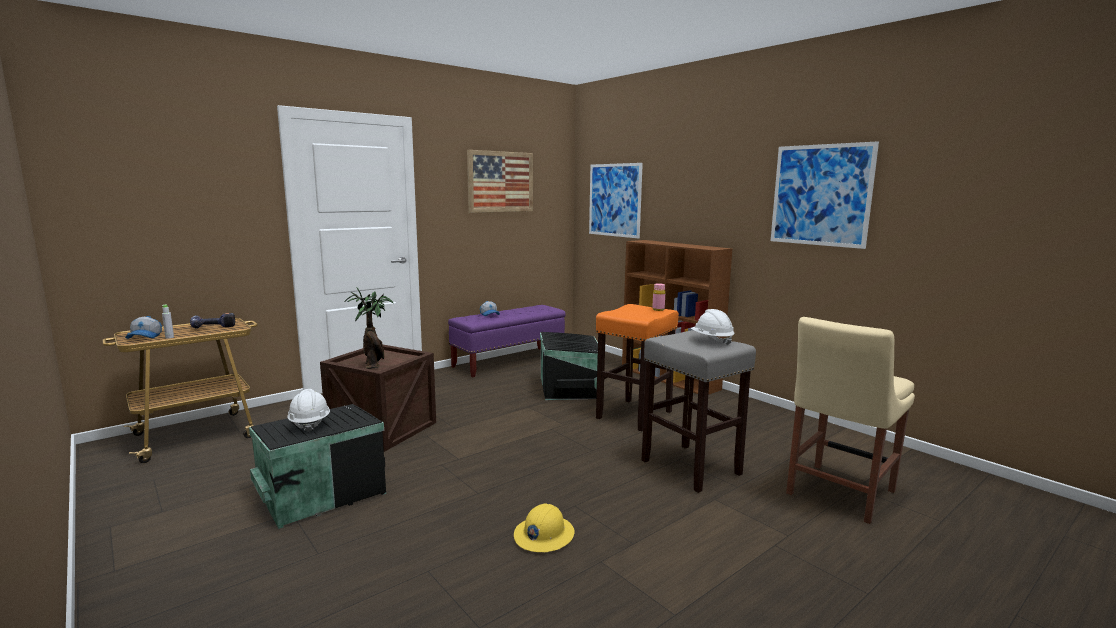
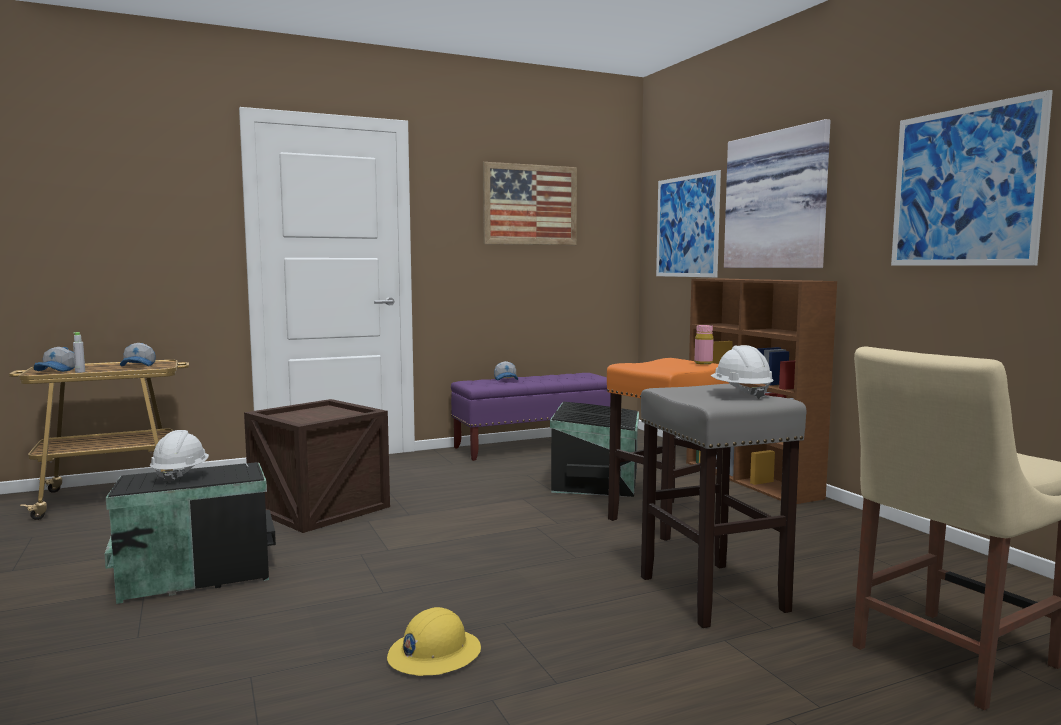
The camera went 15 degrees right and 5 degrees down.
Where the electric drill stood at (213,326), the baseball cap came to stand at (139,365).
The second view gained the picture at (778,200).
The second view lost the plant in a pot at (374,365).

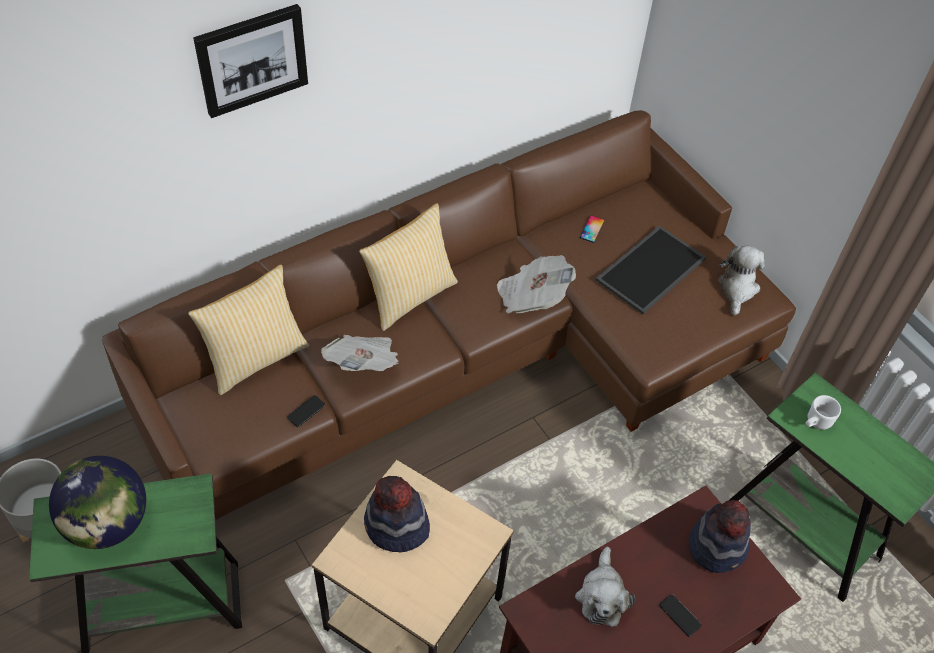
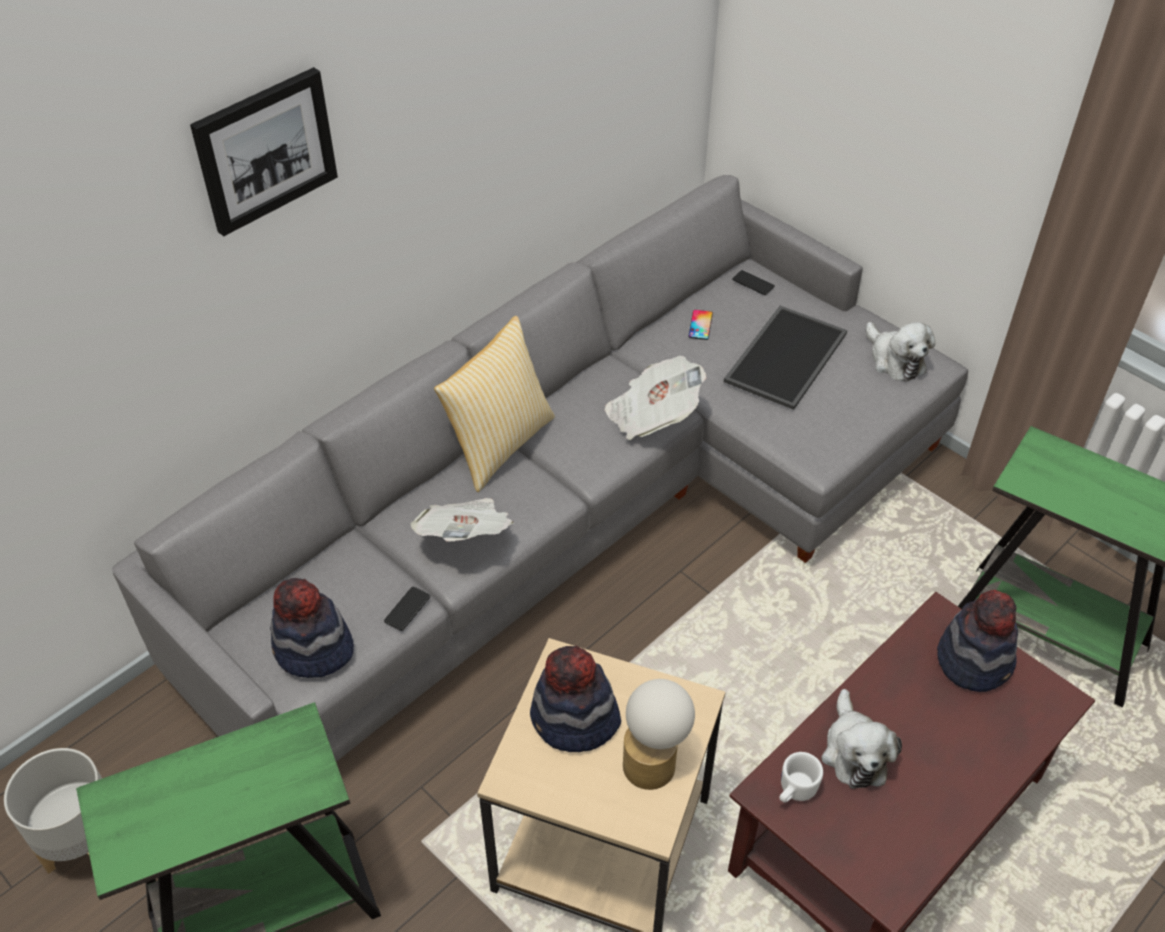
The camera went 10 degrees left and 5 degrees down.
What was the brown couch at (475,350) turned into the greyish couch at (585,506).
The second view gained the hat at (313,650).
The second view gained the table lamp at (655,761).
The telephone ended up elsewhere, having gone from (680,615) to (753,283).
The whitish coffee mug ended up elsewhere, having gone from (815,422) to (794,791).
The plush toy at (737,289) ended up facing another way, 150 degrees clockwise from before.
The second view lost the globe at (108,523).
The second view lost the throw pillow at (255,358).

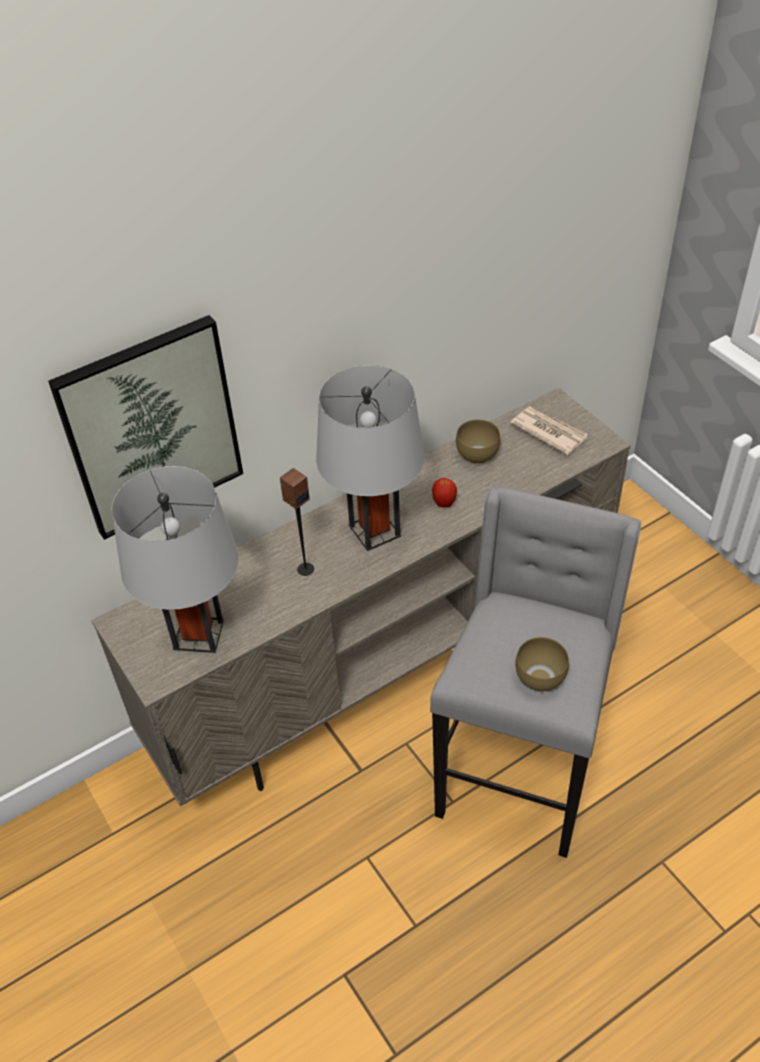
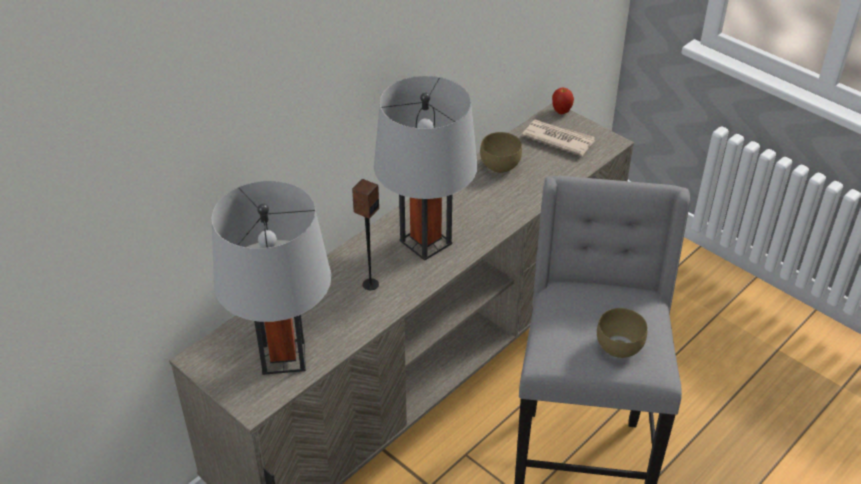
The camera went 15 degrees left and 5 degrees down.
The apple fruit ended up elsewhere, having gone from (444,503) to (561,112).
The second view lost the picture at (151,427).

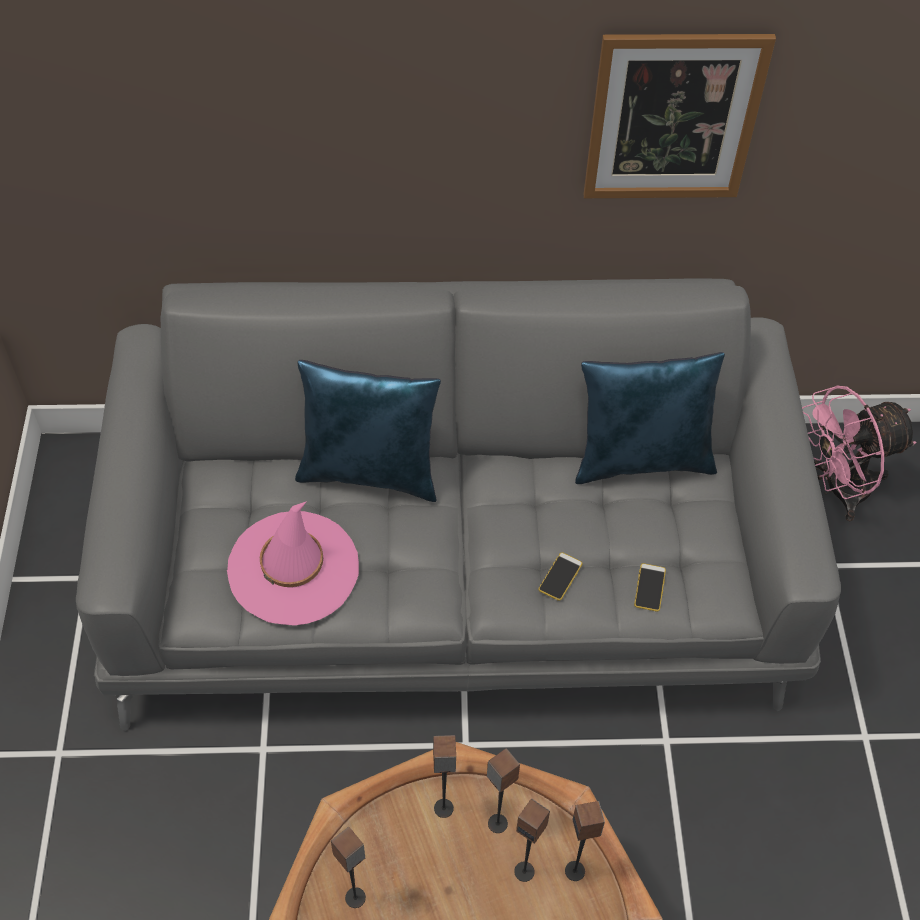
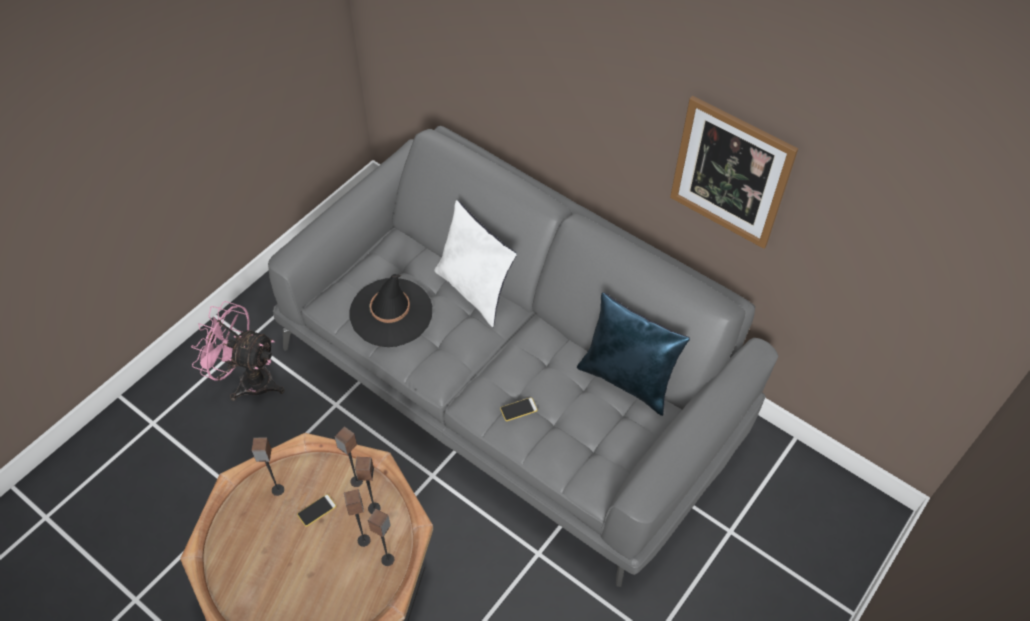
The camera went 40 degrees right and 0 degrees up.
The pink-coloured electric fan ended up elsewhere, having gone from (837,490) to (248,380).
The telephone ended up elsewhere, having gone from (649,587) to (316,510).
What was the pink-coloured hat at (293,568) turned into the black hat at (391,313).
What was the blue-coloured throw pillow at (371,472) turned into the whitish throw pillow at (476,290).

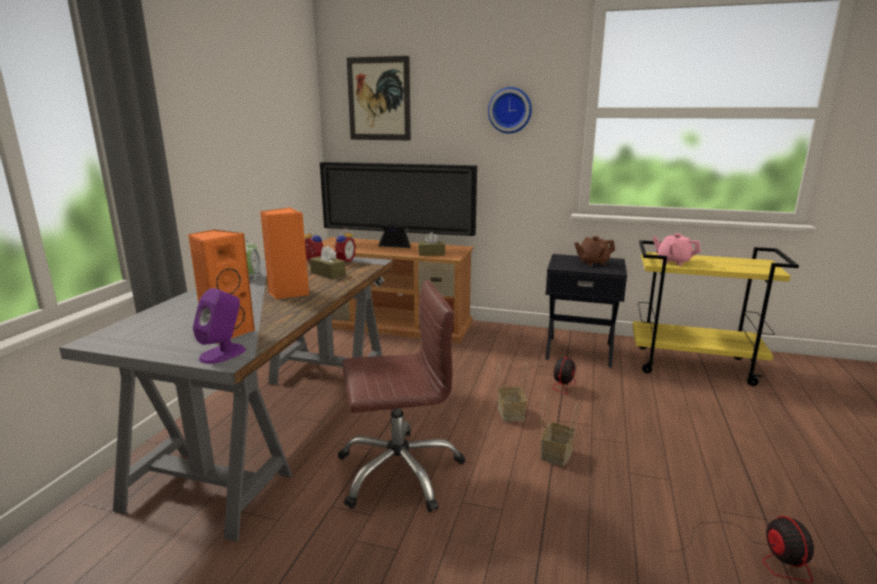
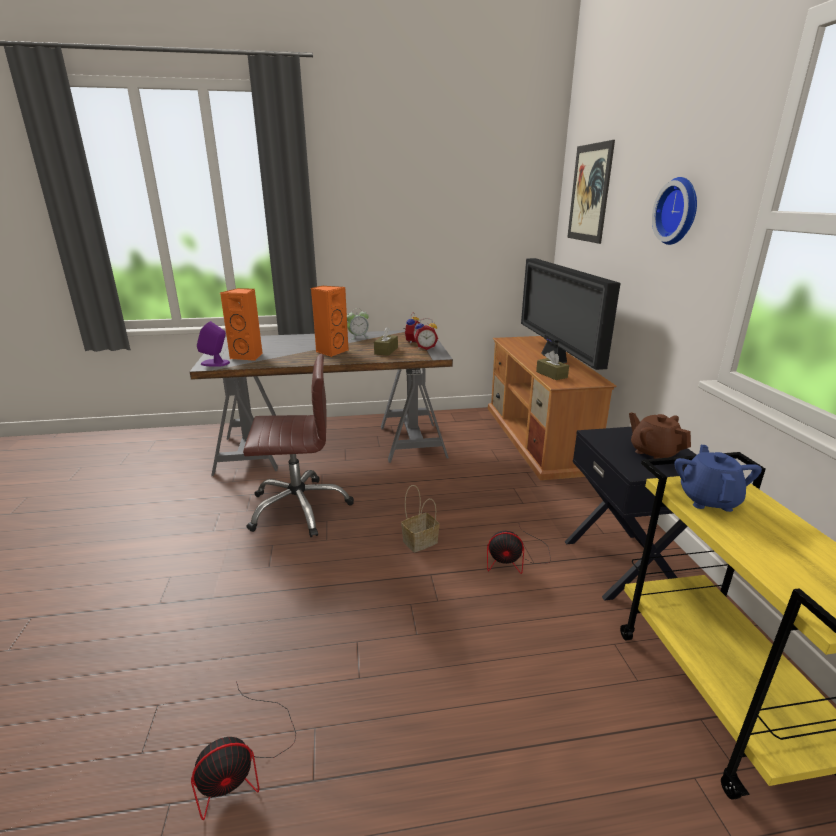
The camera went 65 degrees right and 5 degrees up.
The brown computer chair at (399,471) ended up facing another way, 60 degrees counterclockwise from before.
What was the pink-coloured teapot at (673,261) turned into the blue-coloured teapot at (708,500).
The second view lost the storage basket at (556,453).

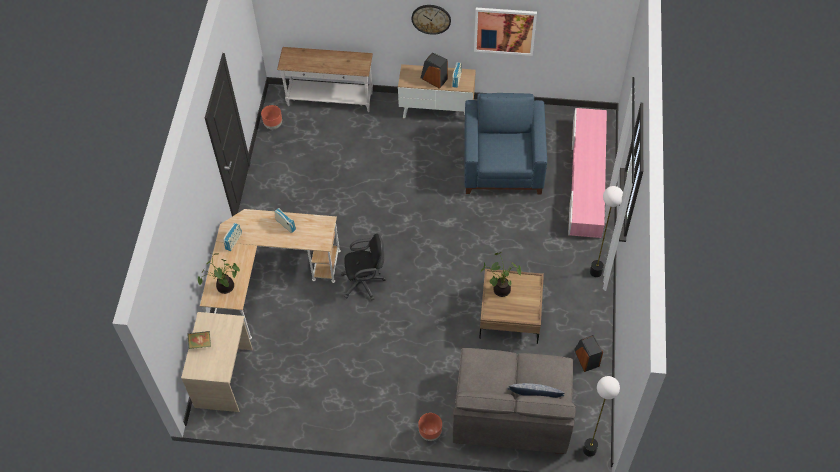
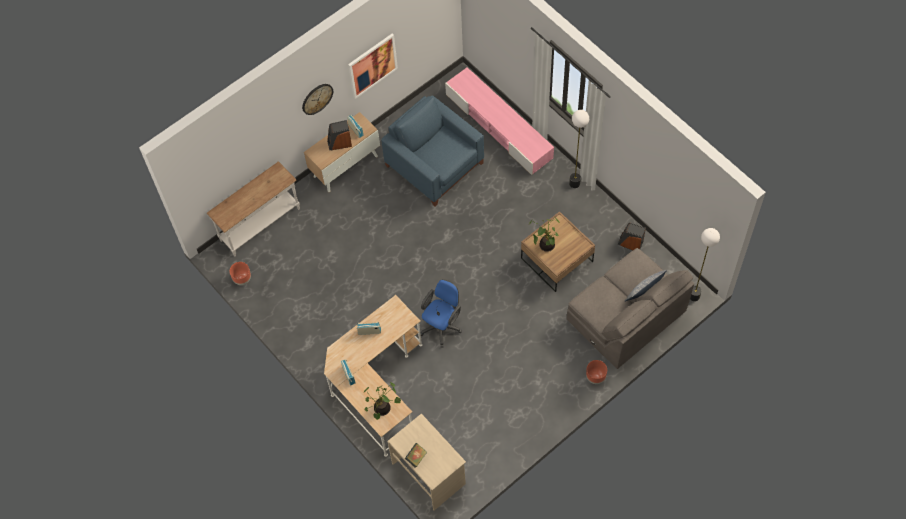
The camera went 45 degrees left and 5 degrees up.
What was the black computer chair at (365,282) turned into the blue-coloured computer chair at (442,325).

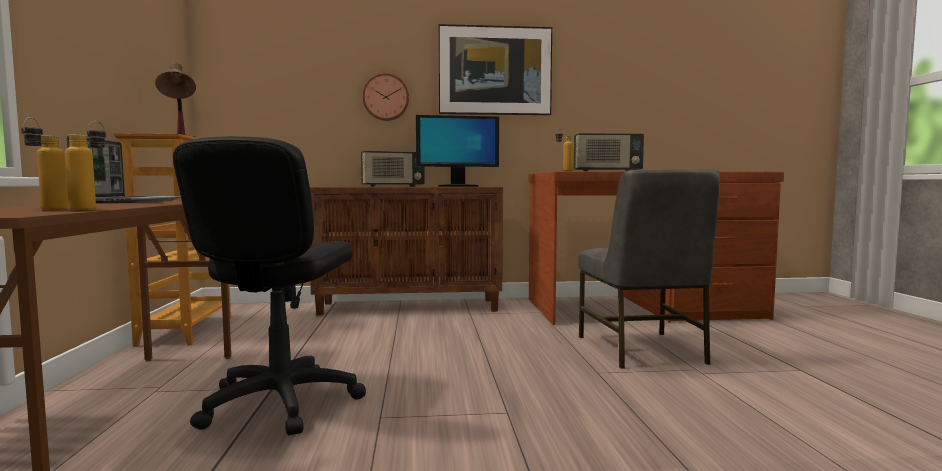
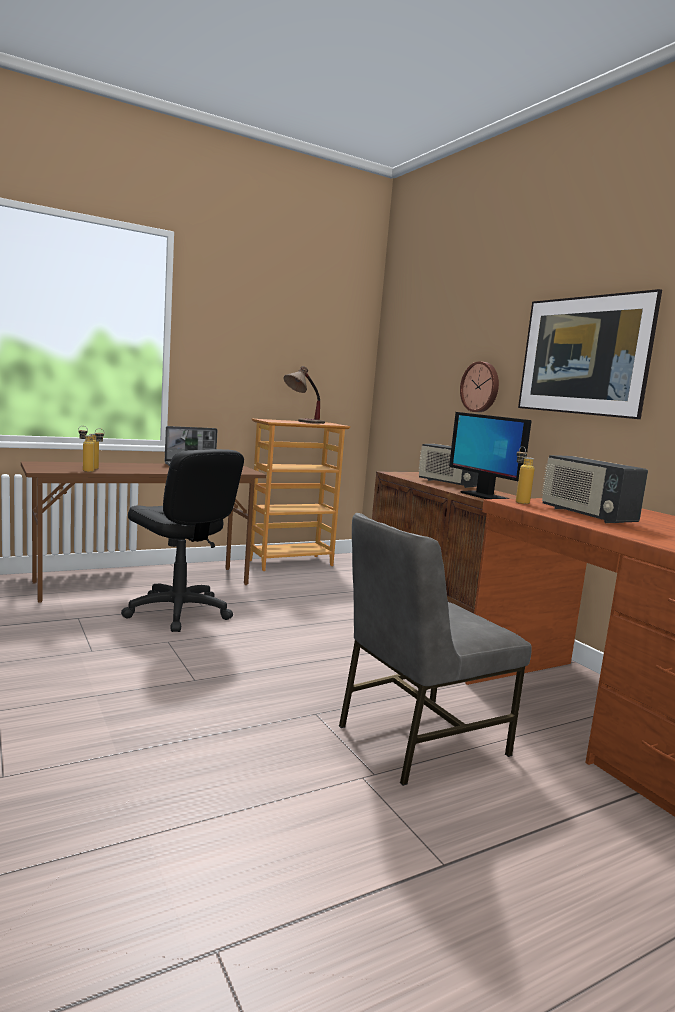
The camera went 65 degrees right and 5 degrees up.
The black computer chair at (280,403) ended up facing another way, 120 degrees counterclockwise from before.

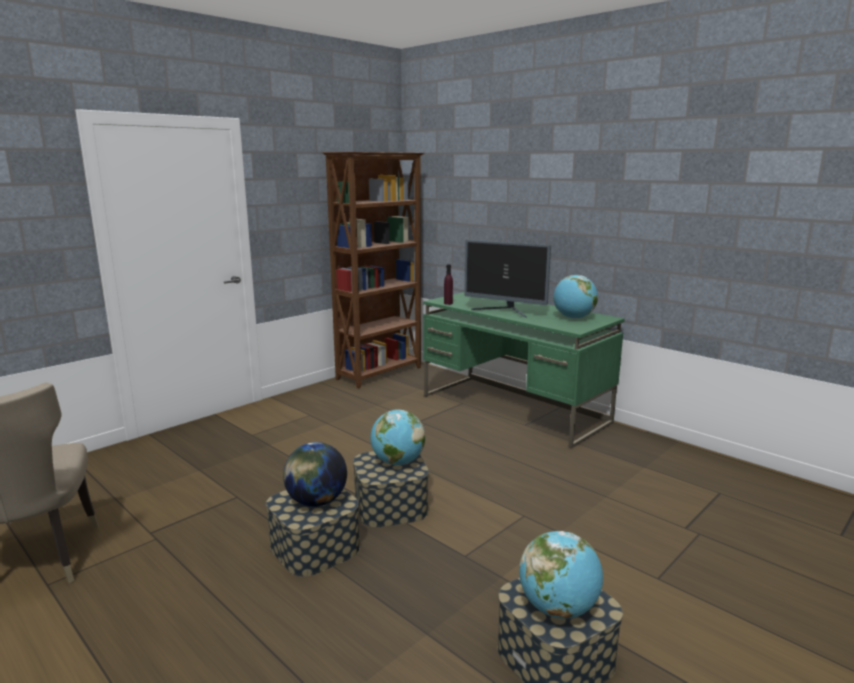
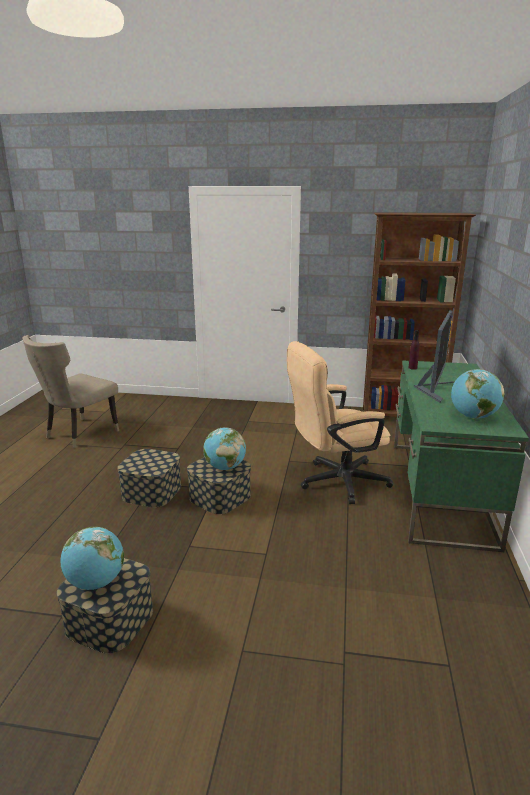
The camera went 55 degrees right and 5 degrees up.
The second view gained the sand-coloured computer chair at (335,482).
The computer screen at (505,311) ended up facing another way, 150 degrees counterclockwise from before.
The second view lost the globe at (316,502).

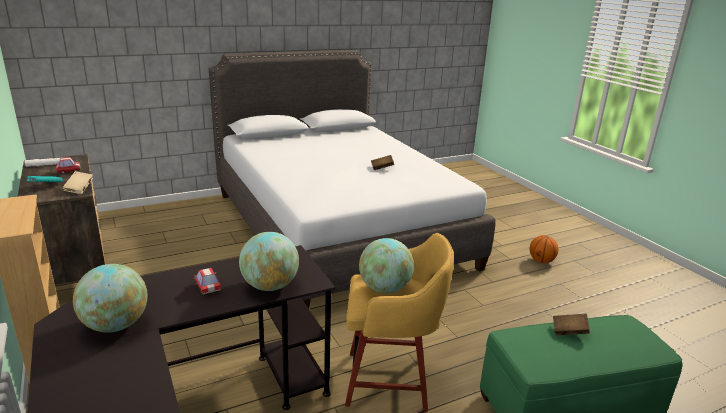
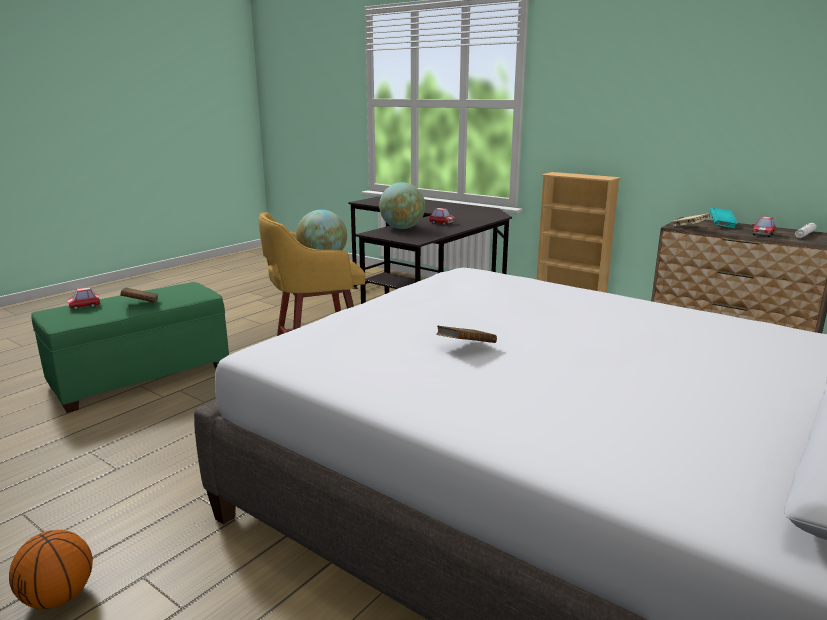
The camera went 155 degrees right and 5 degrees down.
The second view gained the model car at (84,306).
The second view lost the globe at (115,325).

